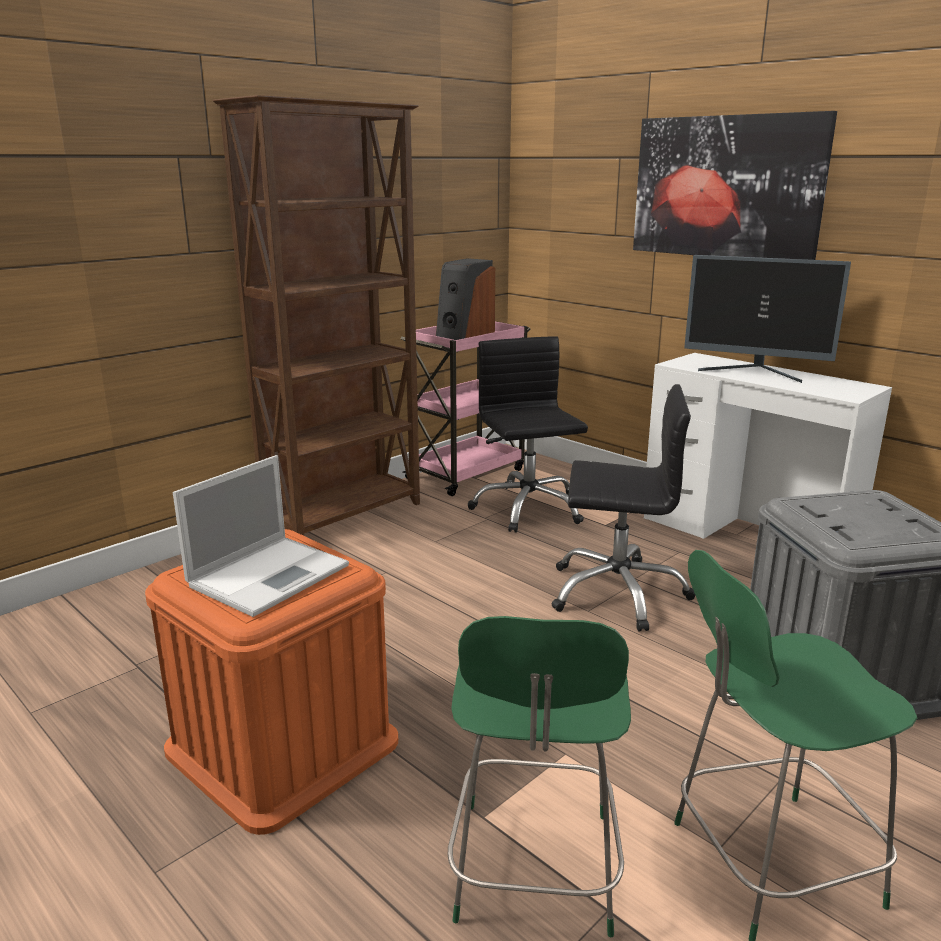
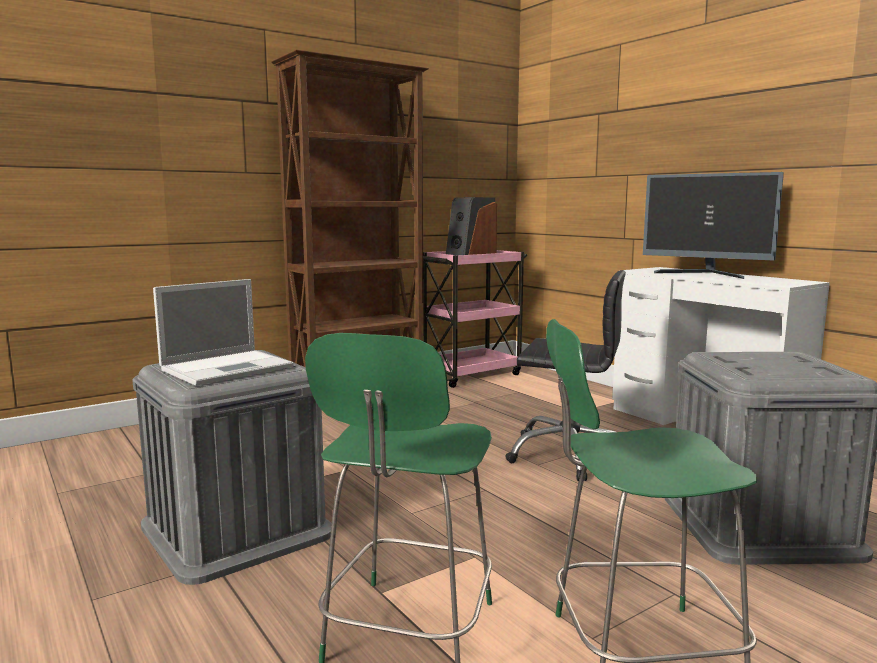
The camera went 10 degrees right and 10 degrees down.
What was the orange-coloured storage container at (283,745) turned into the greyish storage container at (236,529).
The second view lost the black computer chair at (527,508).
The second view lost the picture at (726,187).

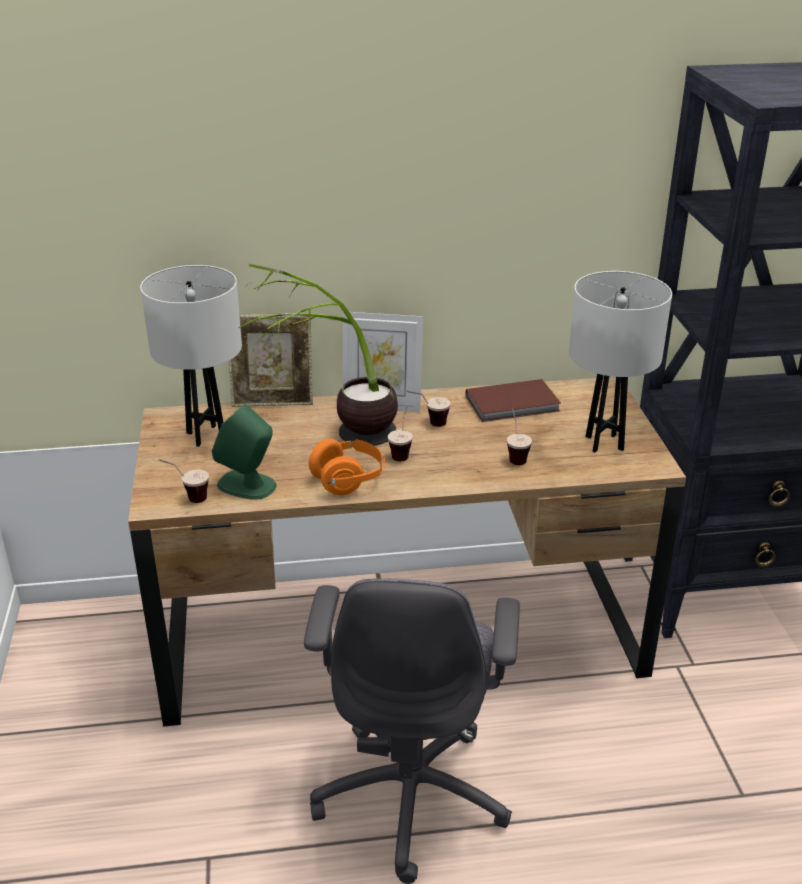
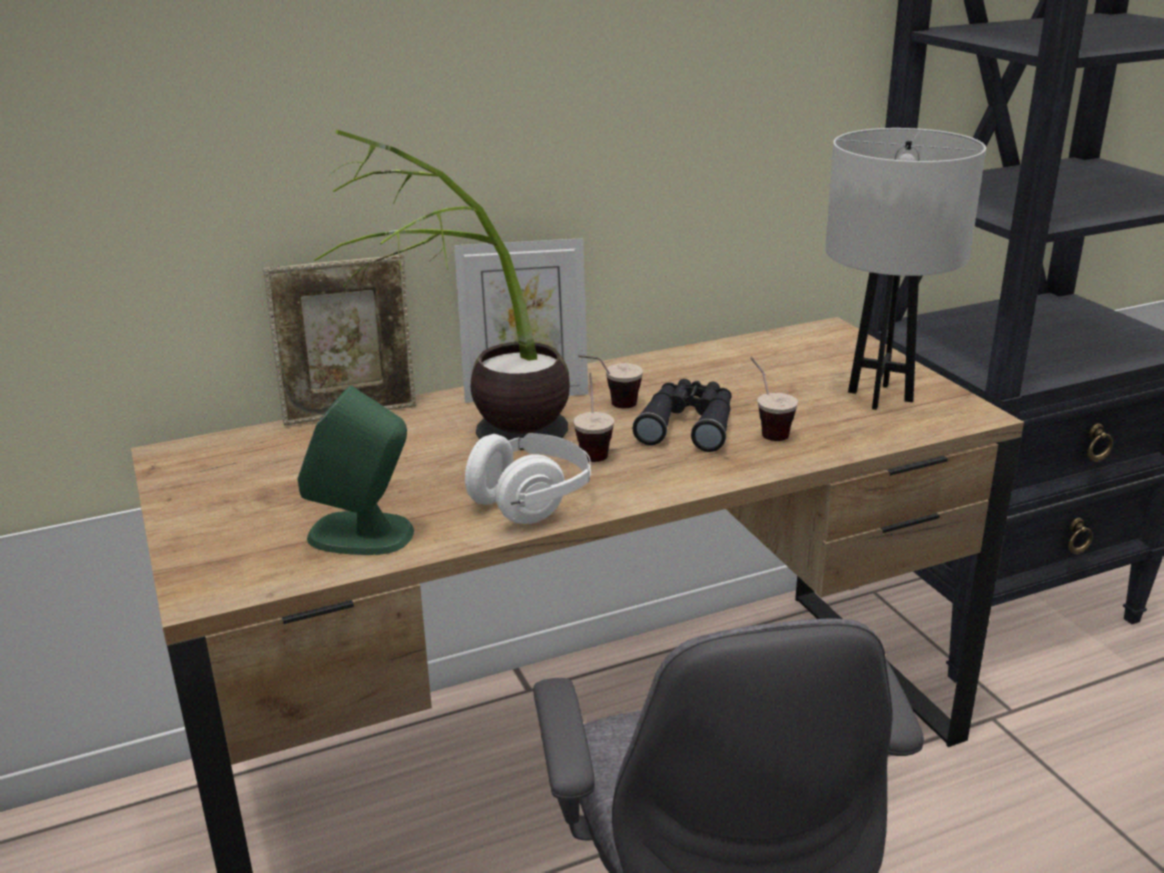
The camera went 15 degrees left and 5 degrees down.
What was the orange-coloured headset at (348,480) turned into the whitish headset at (531,501).
The second view gained the black field glasses at (688,425).
The second view lost the whitish table lamp at (206,436).
The second view lost the small cup at (187,497).
The second view lost the brown bound book at (514,404).

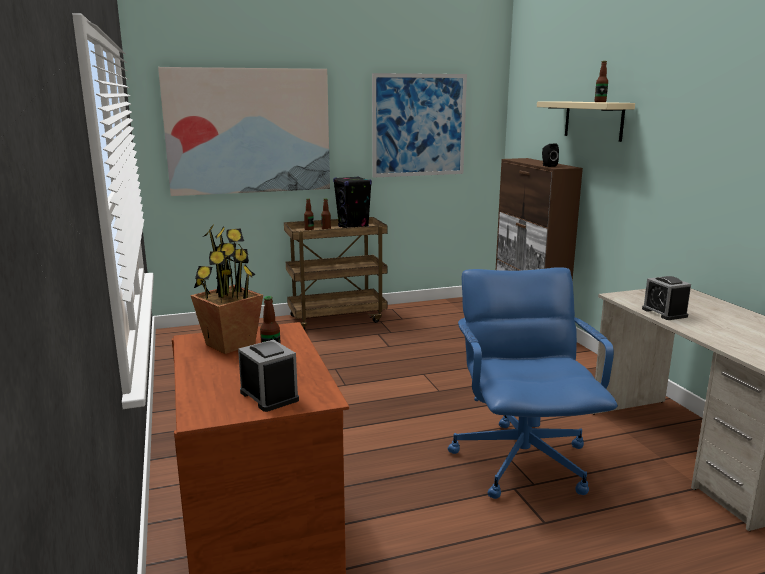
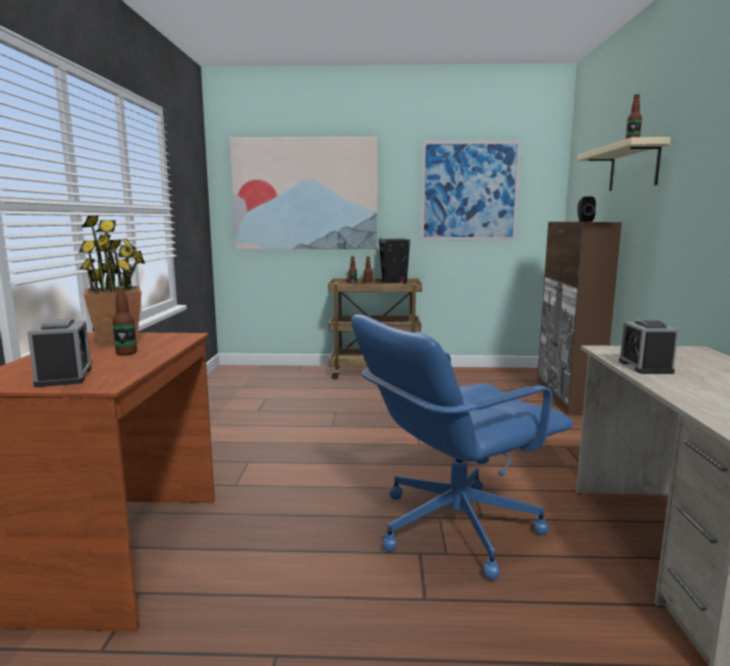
The camera went 20 degrees right and 5 degrees down.
The blue-coloured computer chair at (522,460) ended up facing another way, 135 degrees counterclockwise from before.

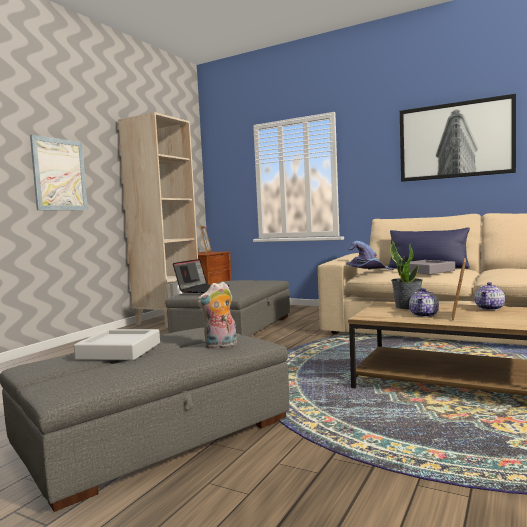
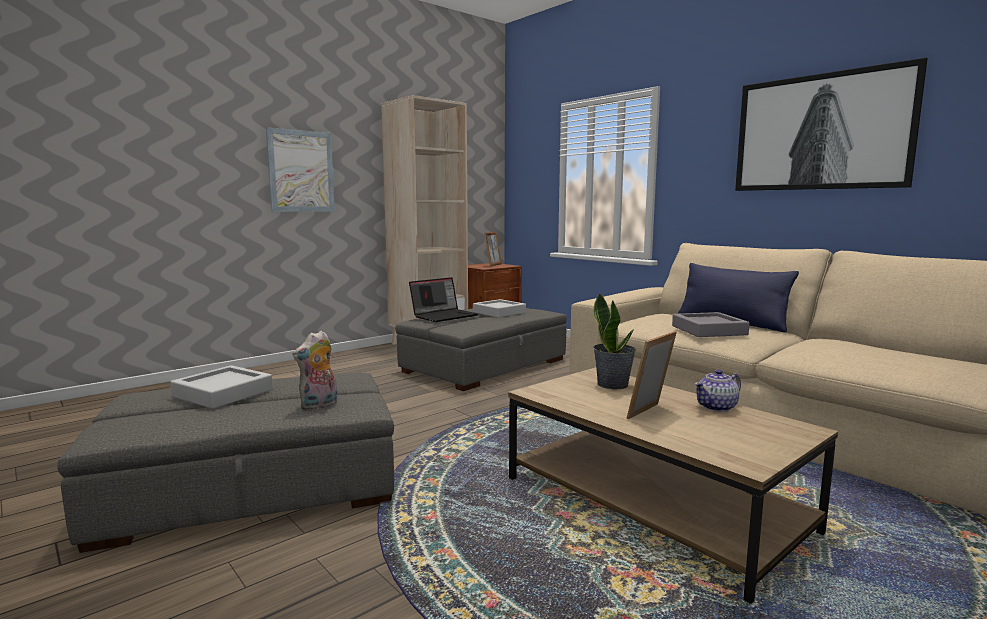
The camera went 20 degrees right and 5 degrees up.
The plush toy at (220,346) ended up facing another way, 45 degrees counterclockwise from before.
The second view gained the greyish serving tray at (499,312).
The second view lost the purplish hat at (368,271).
The second view lost the teapot at (424,315).

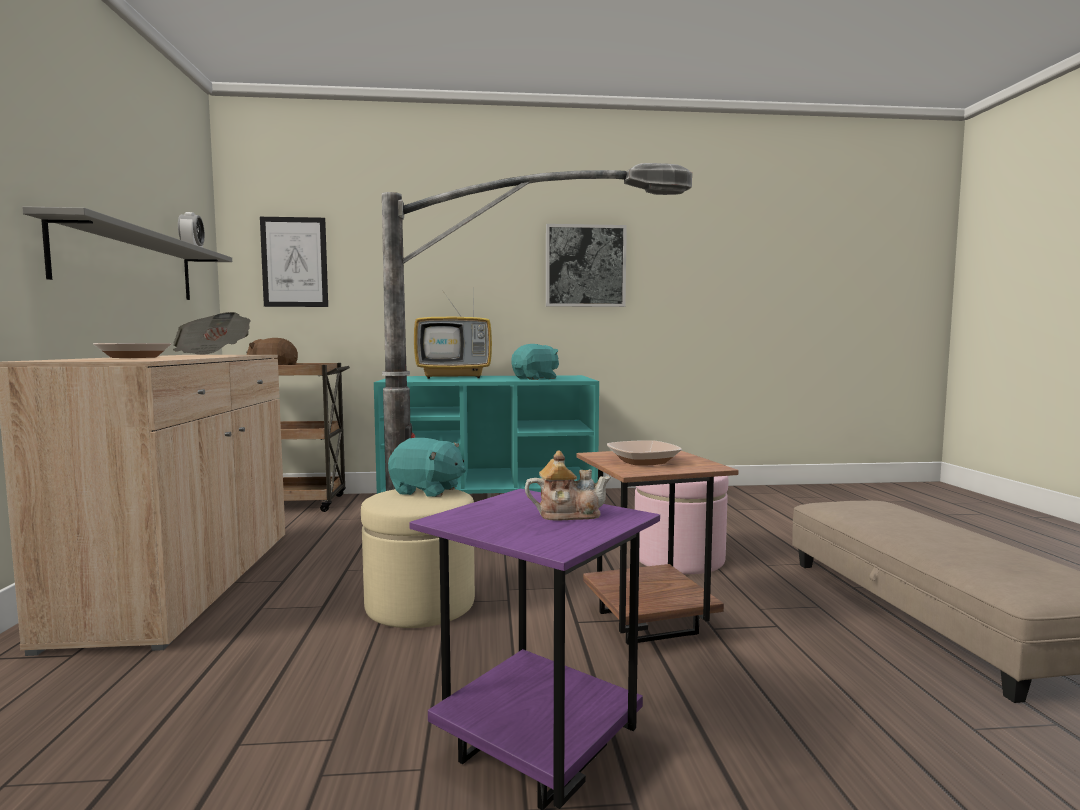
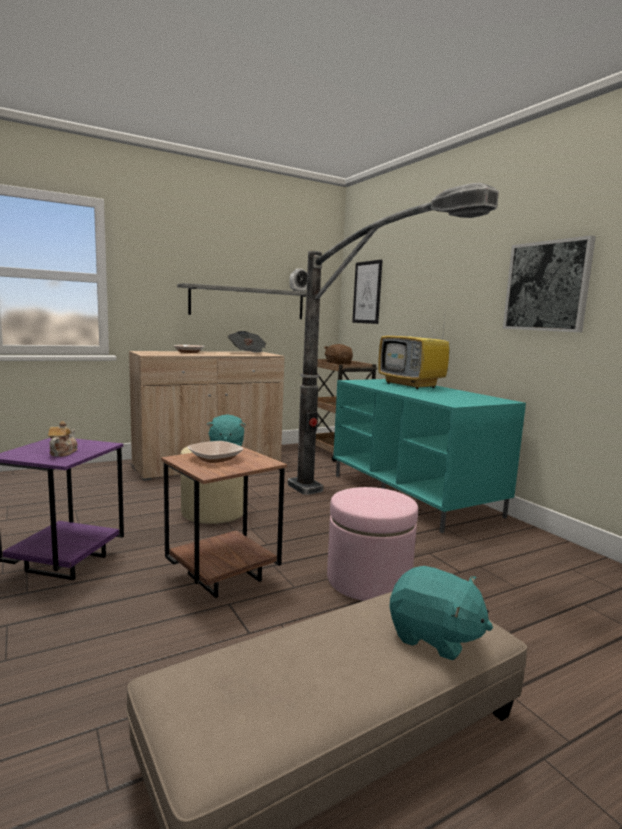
The camera went 65 degrees right and 5 degrees up.
The teapot at (567,514) ended up facing another way, 150 degrees counterclockwise from before.
The turquoise plush toy ended up elsewhere, having gone from (536,378) to (434,637).

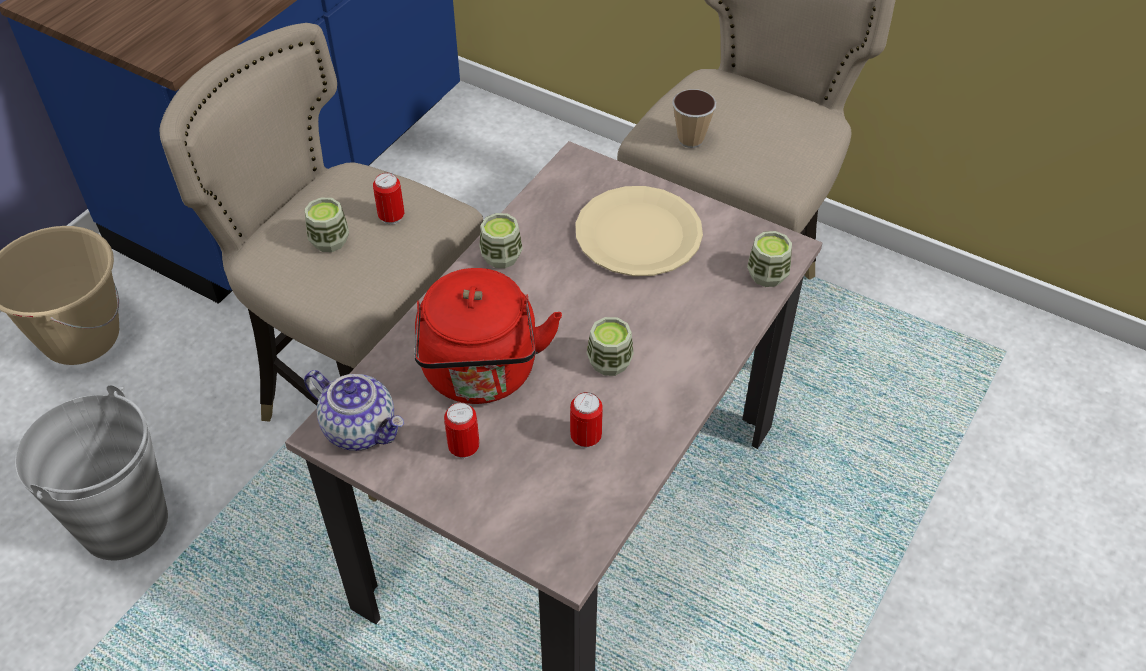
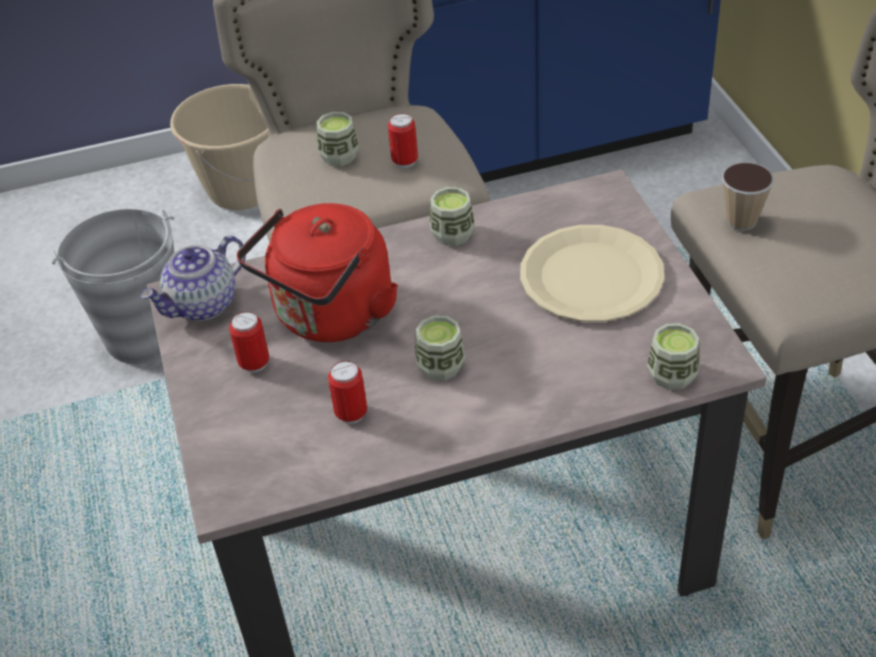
The camera went 45 degrees right and 5 degrees down.
The teapot at (361,428) ended up facing another way, 60 degrees clockwise from before.

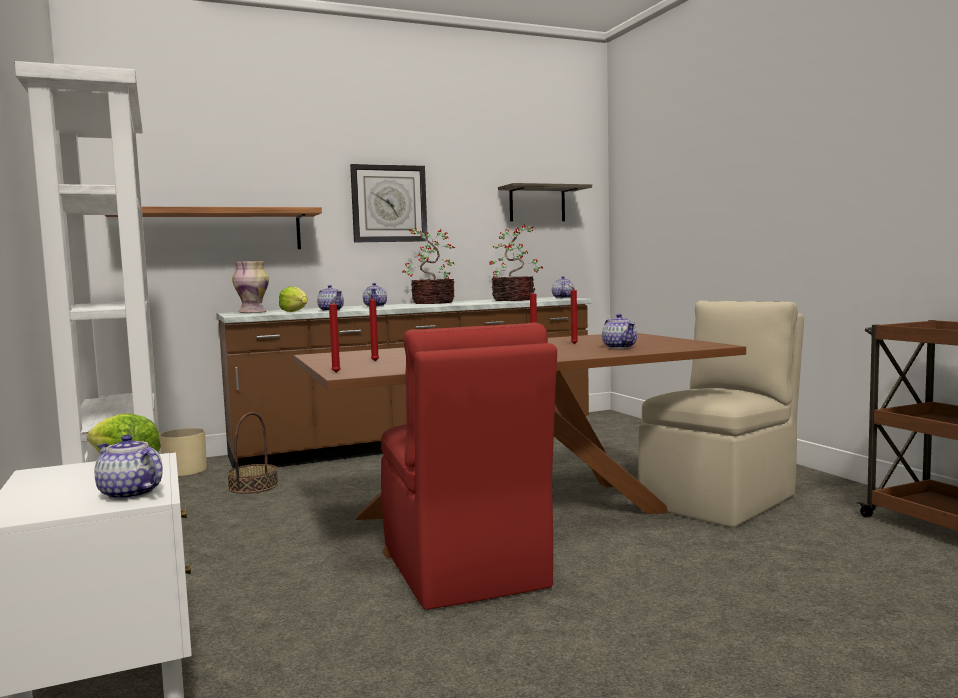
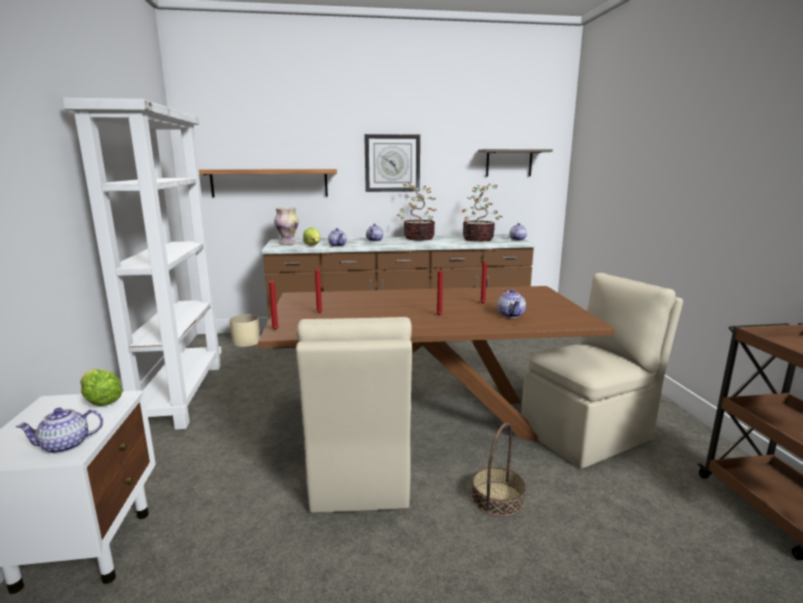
The camera went 15 degrees right and 10 degrees up.
The teapot at (130,494) ended up facing another way, 75 degrees counterclockwise from before.
What was the reddish upright chair at (464,569) turned into the sand-coloured upright chair at (359,474).
The storage basket ended up elsewhere, having gone from (253,486) to (497,498).

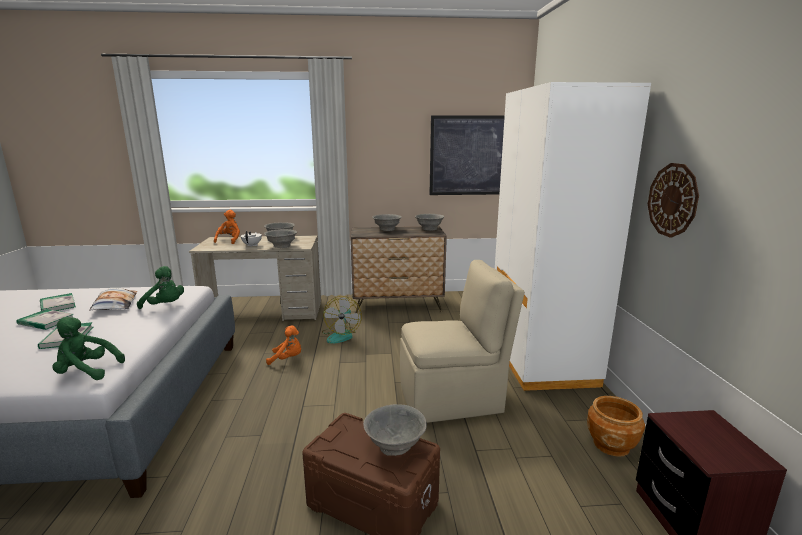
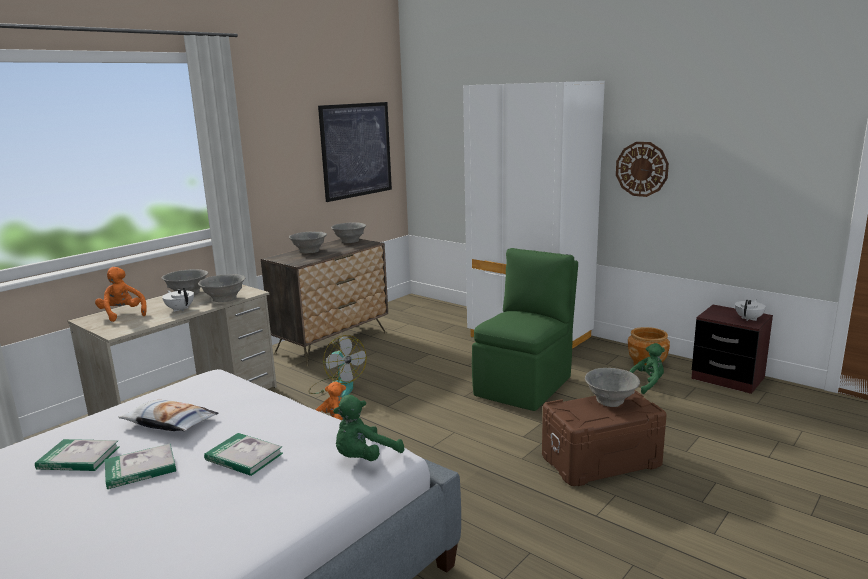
The camera went 45 degrees left and 0 degrees up.
What was the sand-coloured upright chair at (453,398) turned into the green upright chair at (525,385).
The green plush toy ended up elsewhere, having gone from (165,306) to (646,384).
The second view gained the whitish teapot at (749,319).

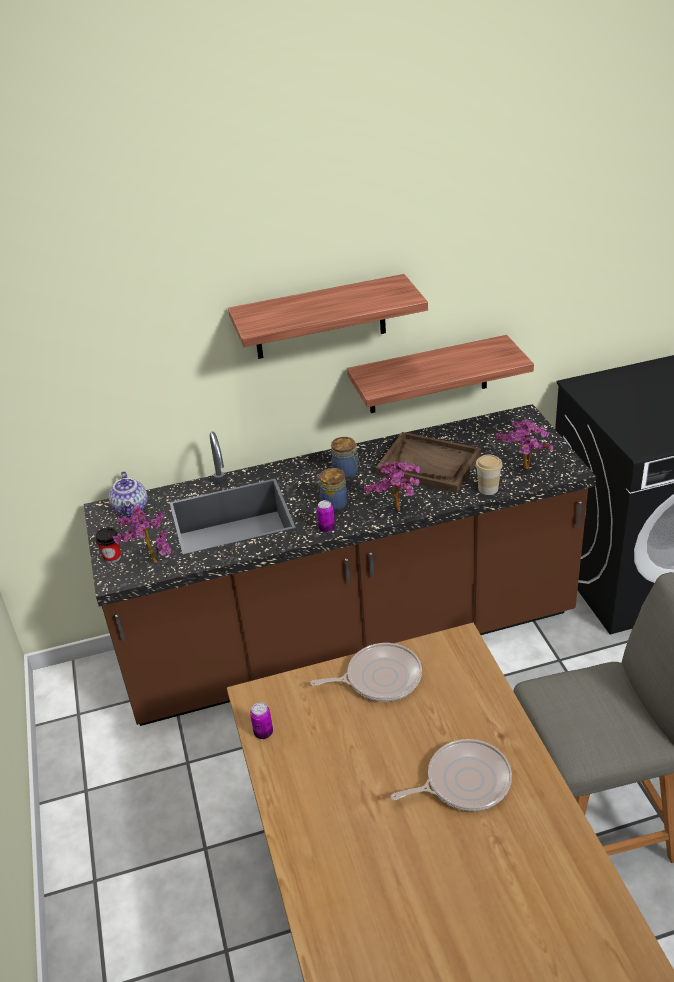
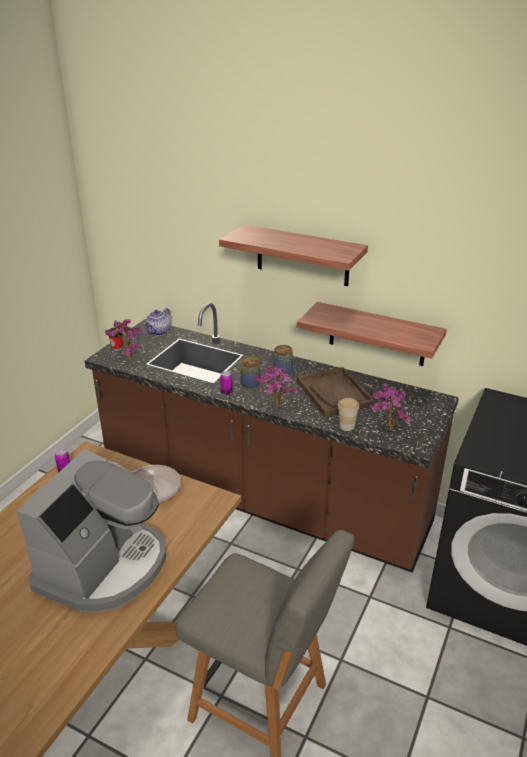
The camera went 40 degrees right and 5 degrees down.
Where the frying pan stood at (464,781), the coffee brewer came to stand at (104,566).

